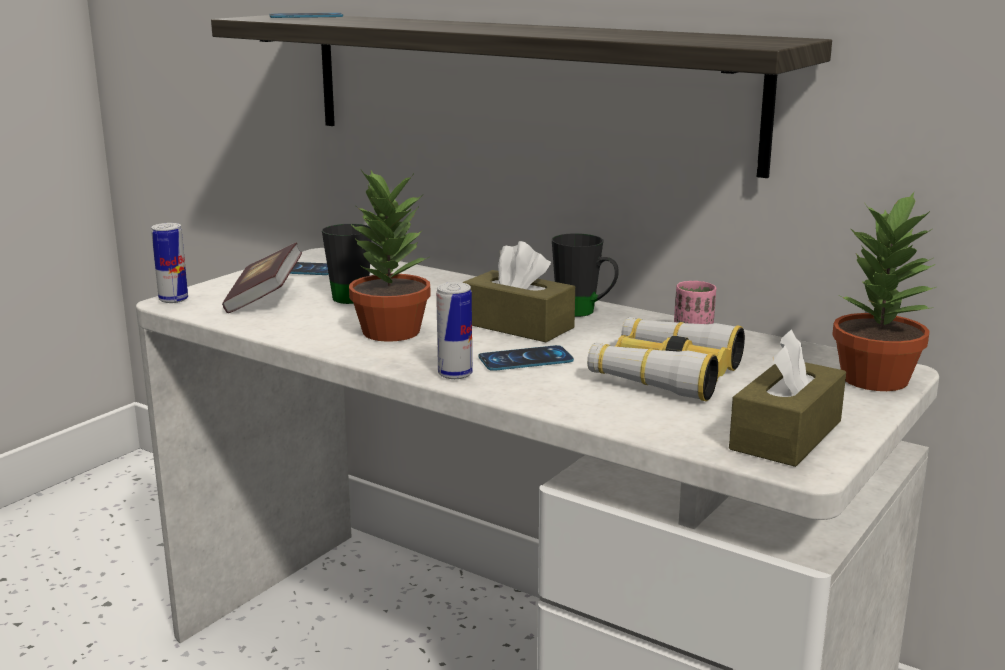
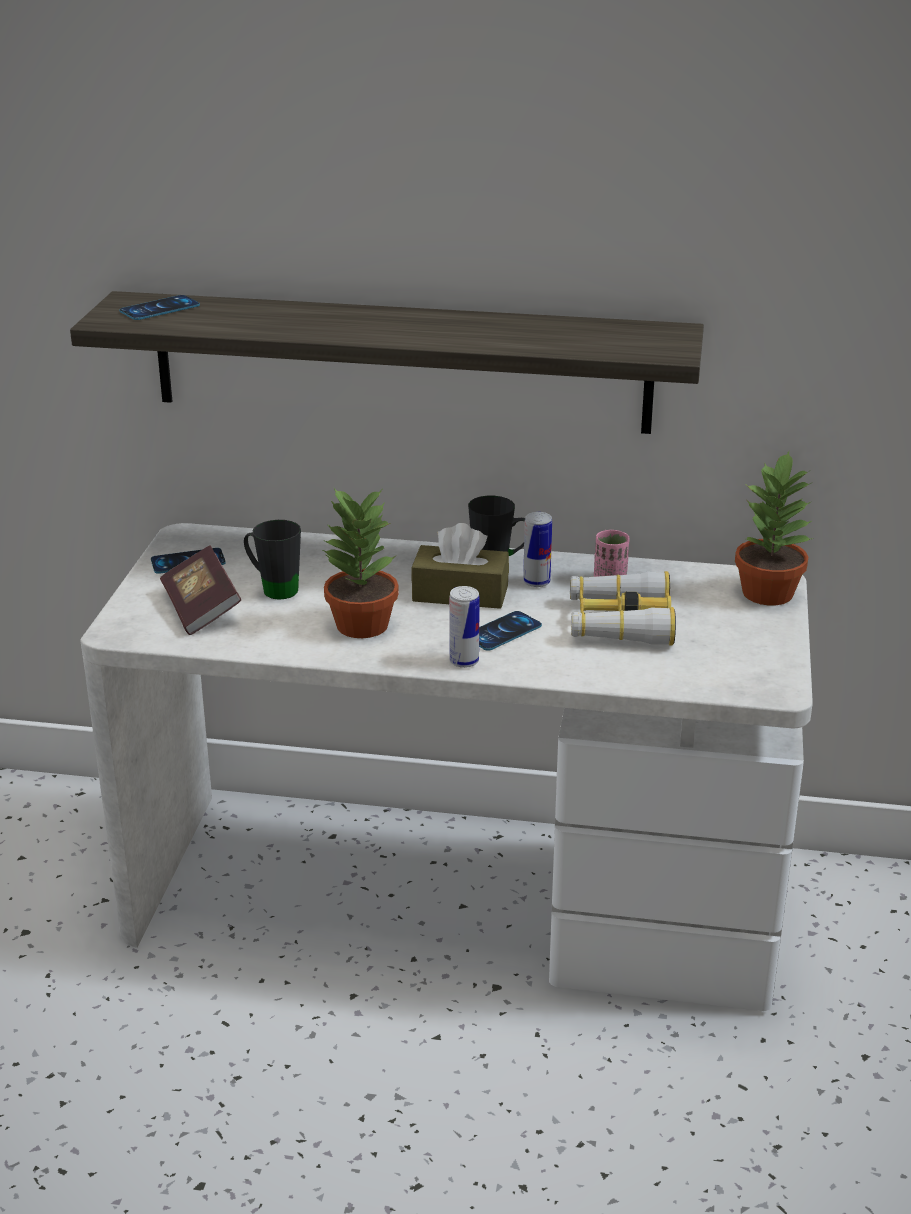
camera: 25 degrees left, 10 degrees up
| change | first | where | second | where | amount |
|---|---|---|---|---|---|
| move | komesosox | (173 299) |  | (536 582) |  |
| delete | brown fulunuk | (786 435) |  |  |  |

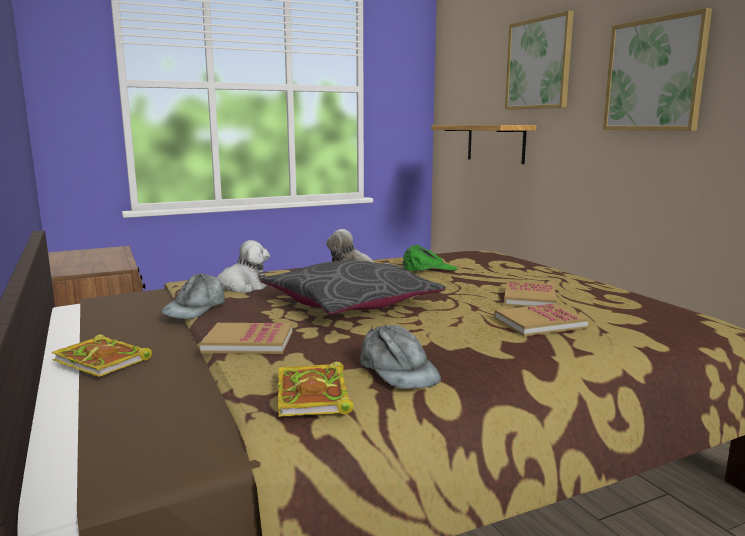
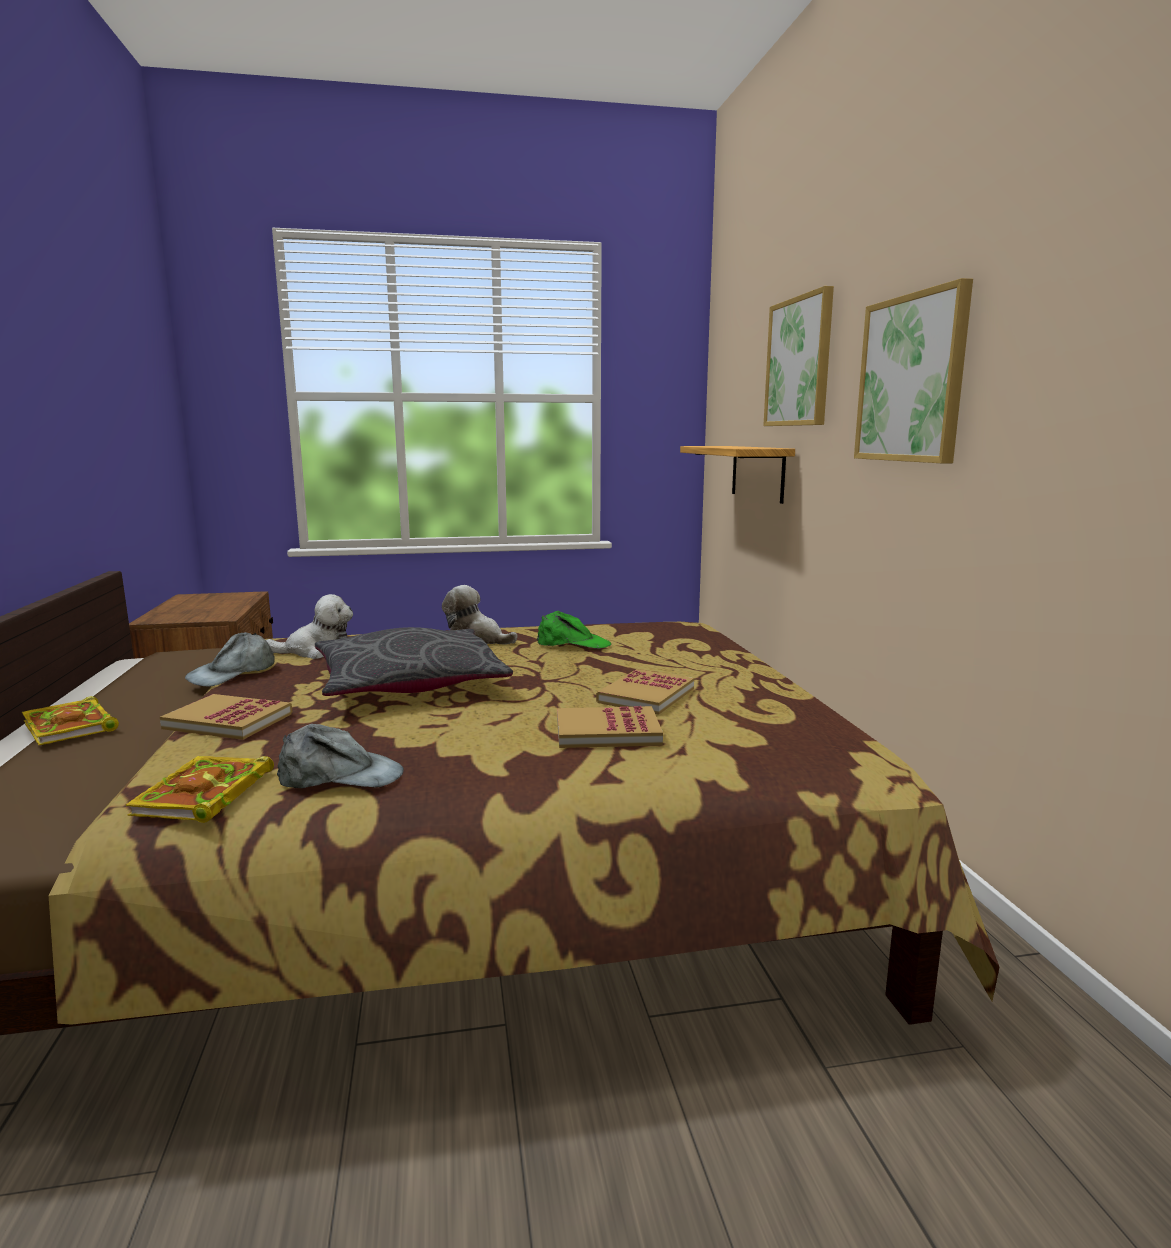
camera: 15 degrees right, 0 degrees up
| change | first | where | second | where | amount |
|---|---|---|---|---|---|
| rotate | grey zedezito | (398 370) |  | (341 776) | 75 degrees counterclockwise |

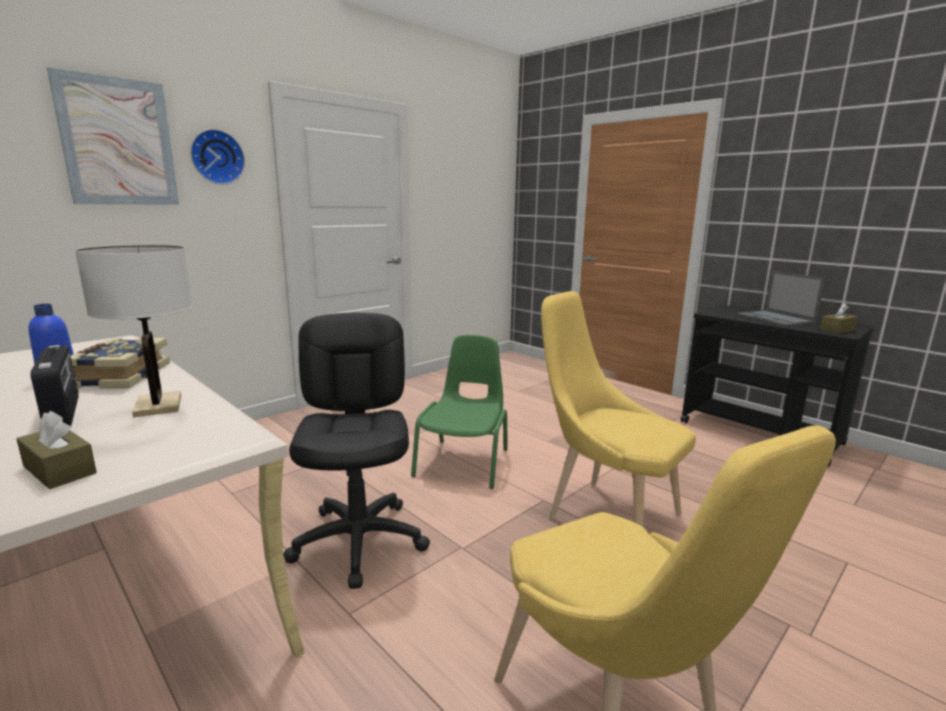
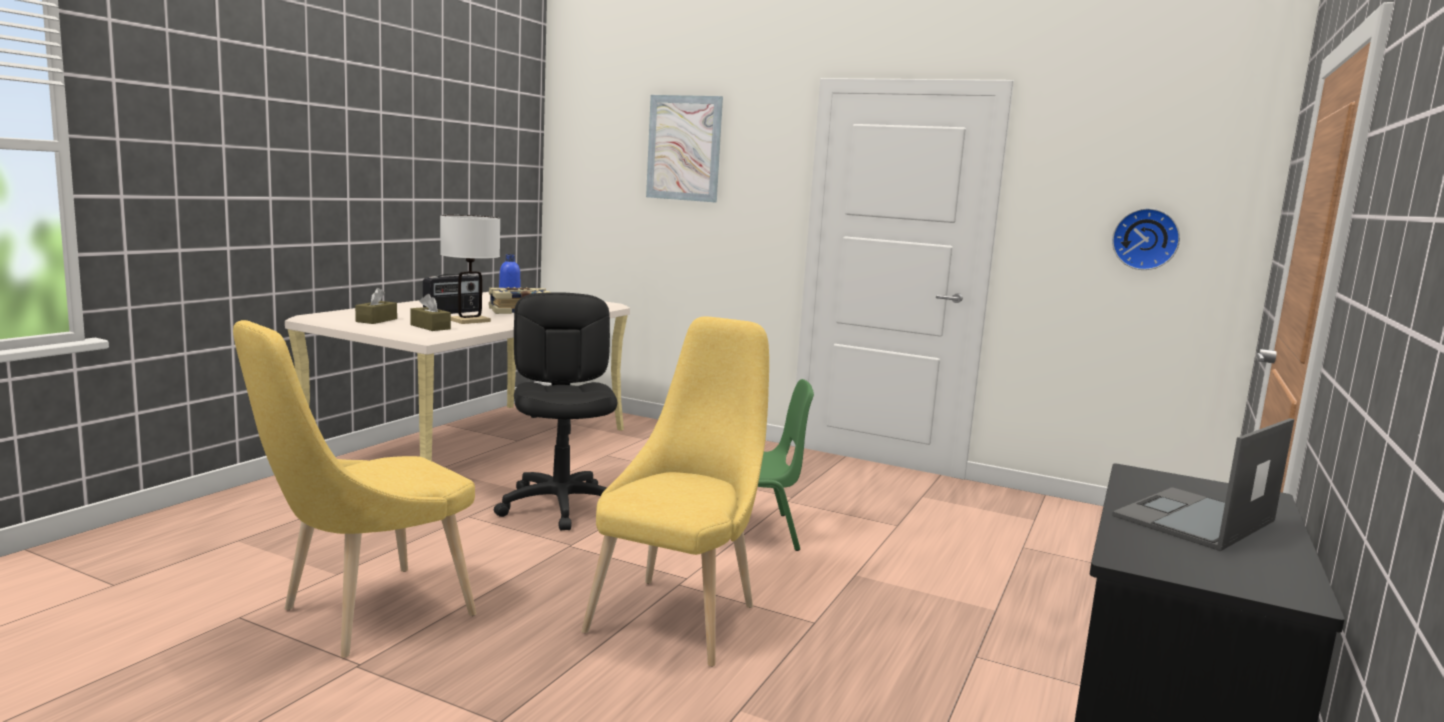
camera: 70 degrees right, 5 degrees down
| change | first | where | second | where | amount |
|---|---|---|---|---|---|
| move | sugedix | (216 157) |  | (1145 239) |  |
| move | brown fulunuk | (837 330) |  | (430 327) |  |
| rotate | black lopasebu | (359 541) |  | (561 506) | 75 degrees counterclockwise |

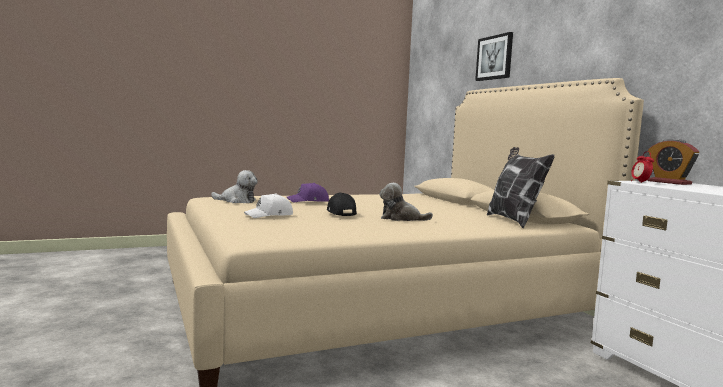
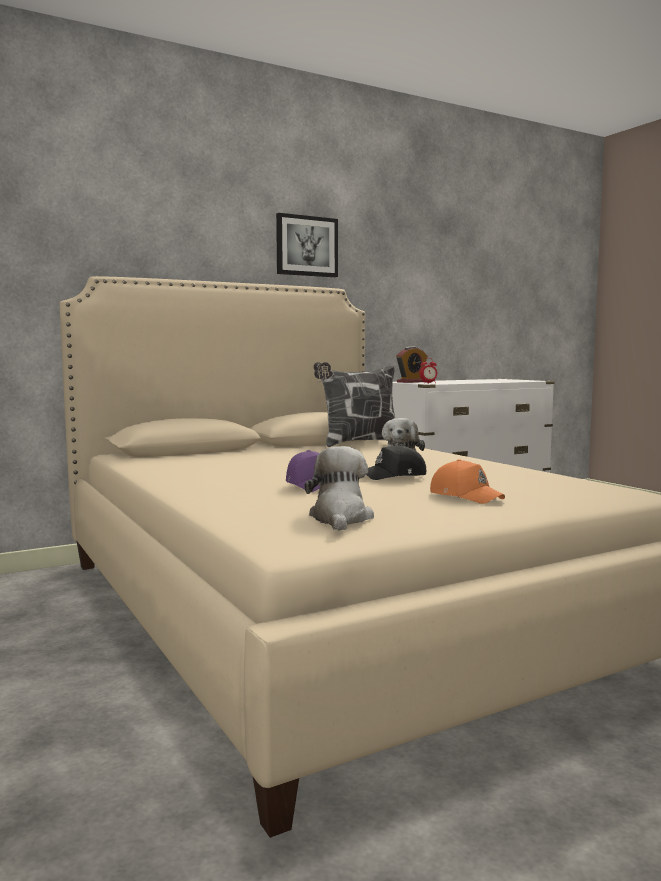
camera: 95 degrees left, 0 degrees up
| change | first | where | second | where | amount |
|---|---|---|---|---|---|
| move | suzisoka | (494 57) |  | (306 246) |  |
| recolor | white zedezito | (270 215) | orange zedezito | (465 496) |  |

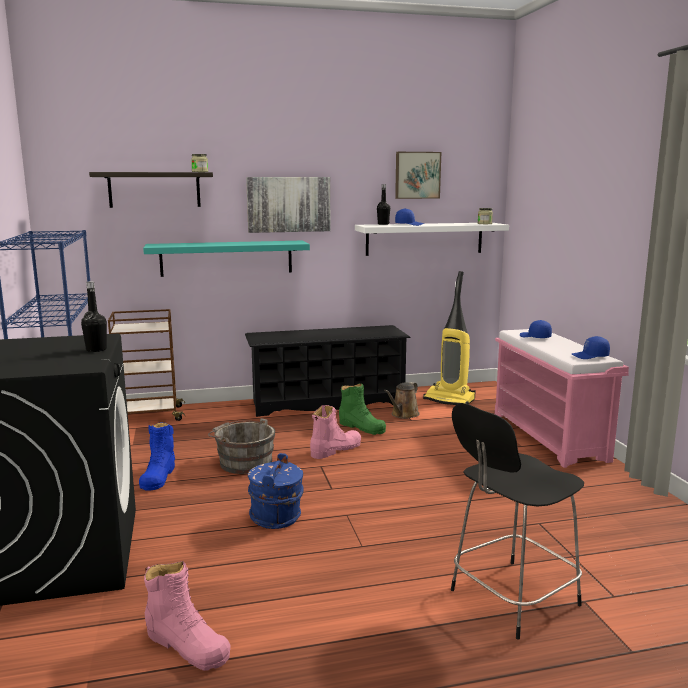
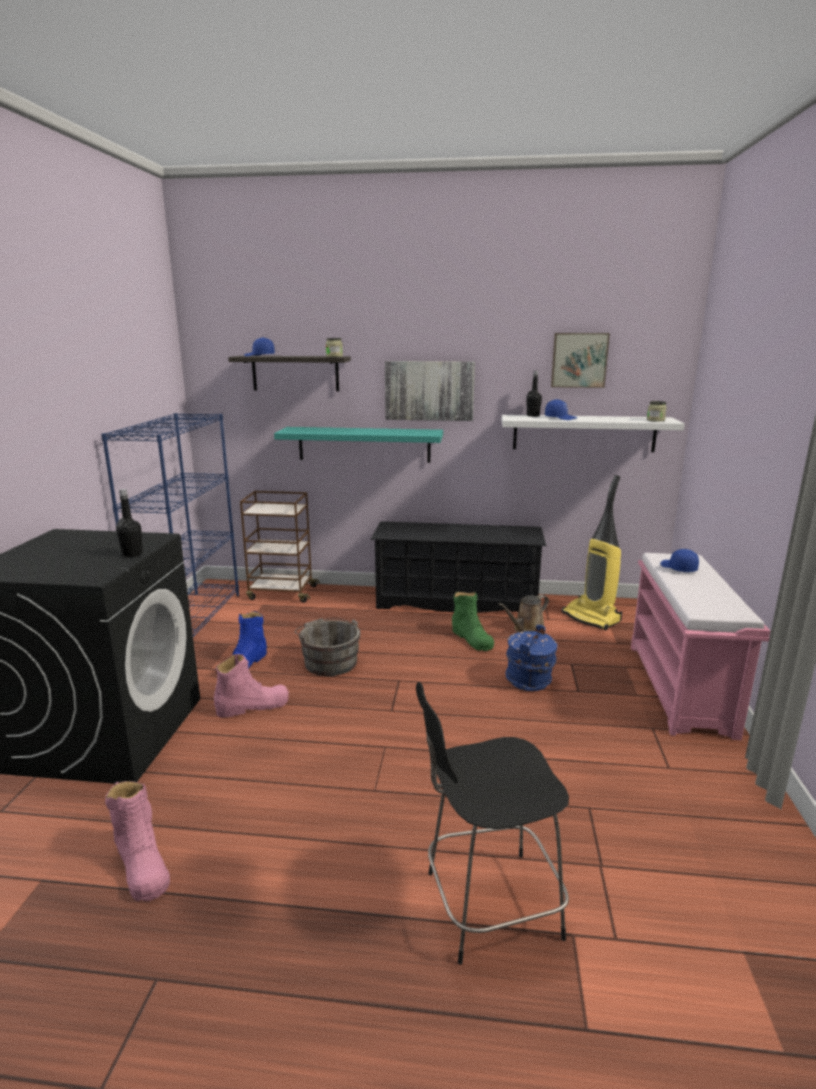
camera: 20 degrees right, 5 degrees up
| change | first | where | second | where | amount |
|---|---|---|---|---|---|
| move | blue zedezito | (590 356) |  | (259 356) |  |
| move | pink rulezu | (335 449) |  | (253 706) |  |
| move | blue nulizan | (276 518) |  | (529 681) |  |

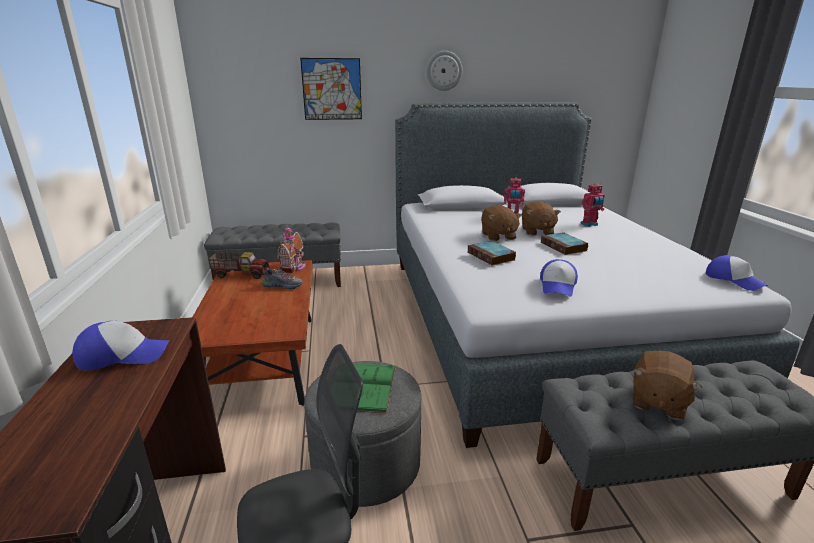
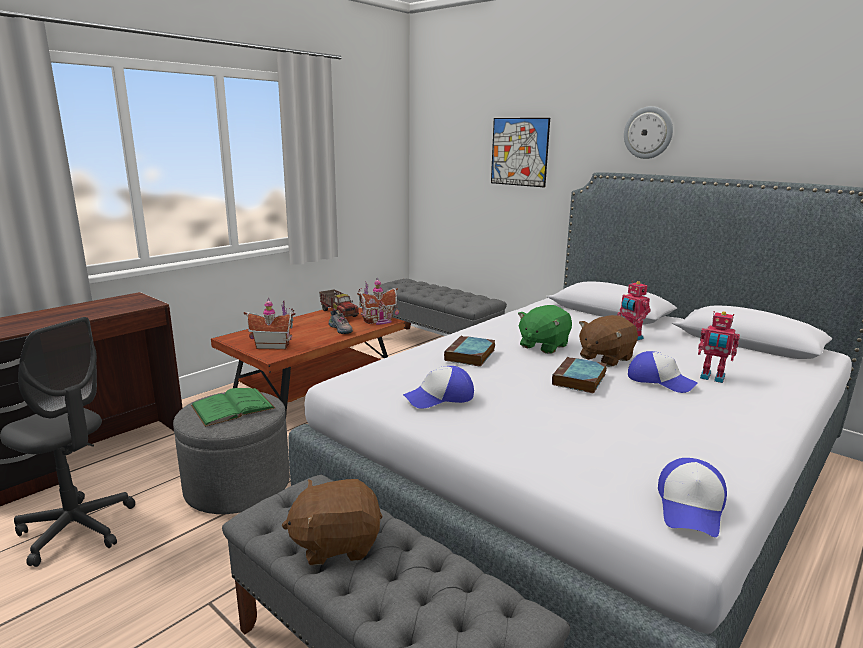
camera: 50 degrees right, 5 degrees down
| change | first | where | second | where | amount |
|---|---|---|---|---|---|
| recolor | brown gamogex | (498 236) | green gamogex | (543 346) |  |
| move | zedezito | (123 355) |  | (660 381) |  |
| insert |  |  | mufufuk | (272 345) |  |

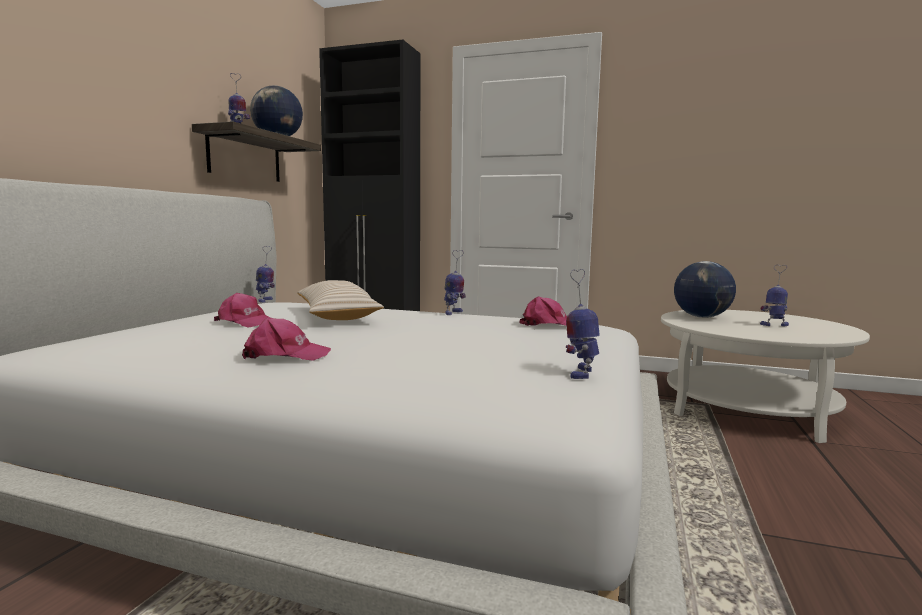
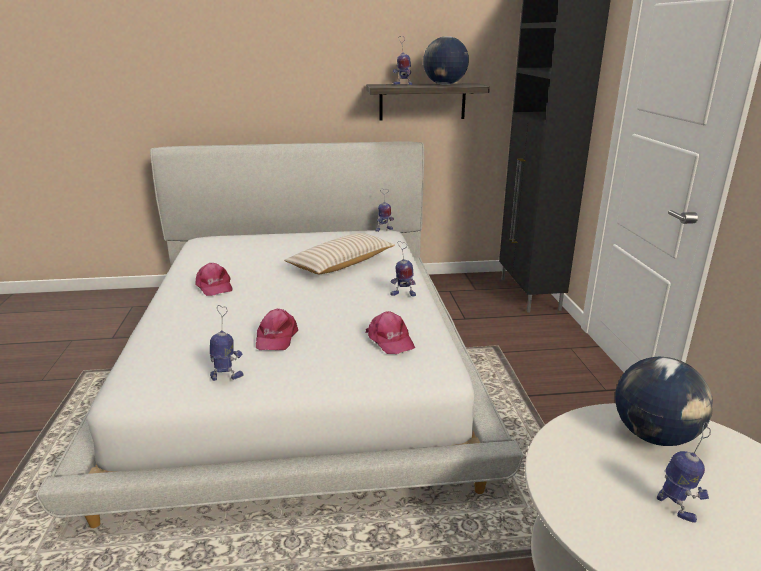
camera: 65 degrees right, 15 degrees up
| change | first | where | second | where | amount |
|---|---|---|---|---|---|
| move | pink zedezito | (246 322) |  | (276 337) |  |

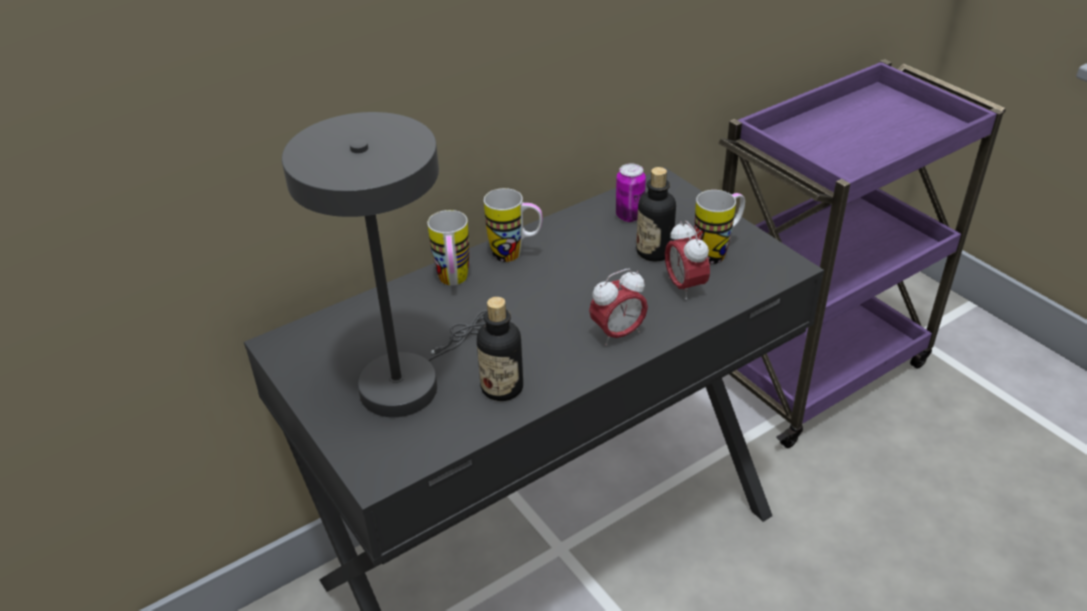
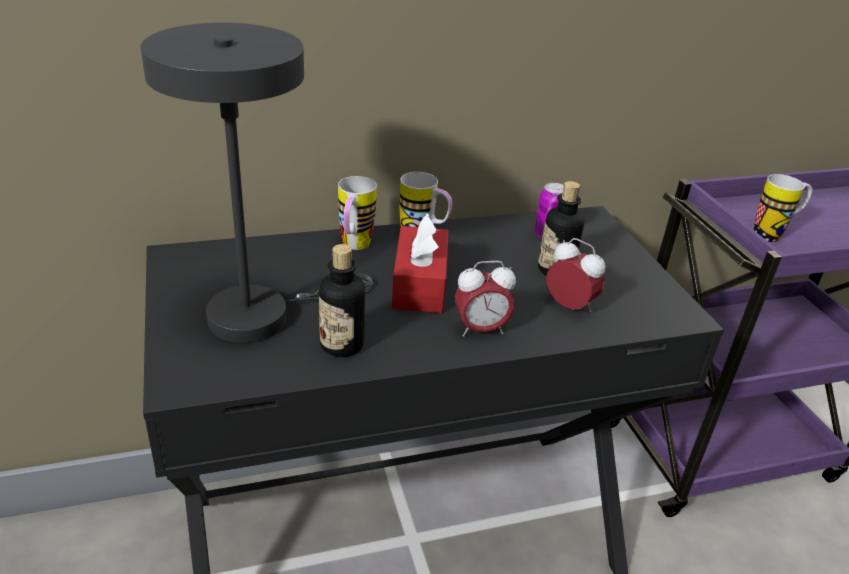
camera: 15 degrees right, 5 degrees down
| change | first | where | second | where | amount |
|---|---|---|---|---|---|
| move | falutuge | (717 252) |  | (773 235) |  |
| rotate | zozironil | (684 287) |  | (569 307) | 135 degrees clockwise |
| insert |  |  | red fulunuk | (419 284) |  |

